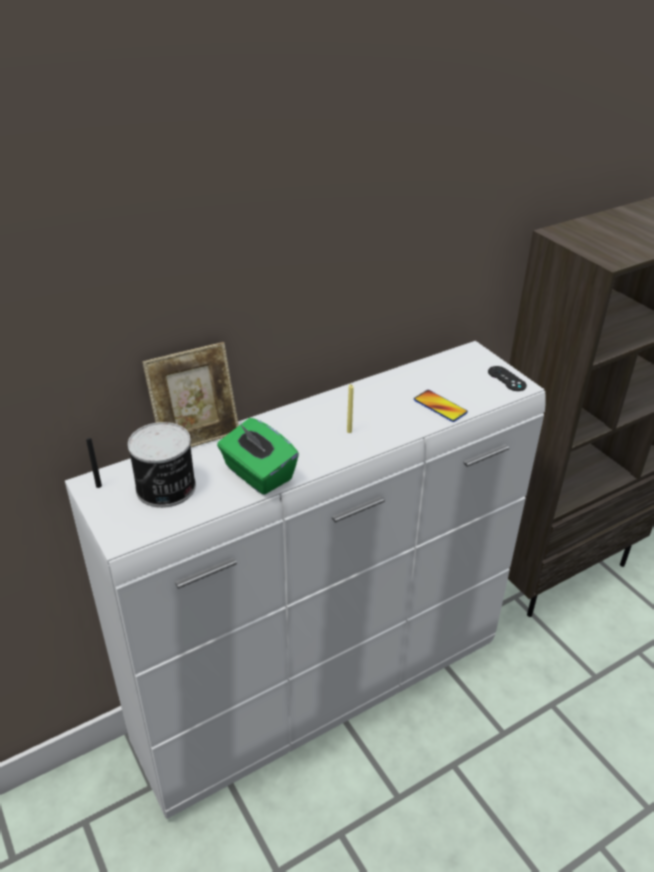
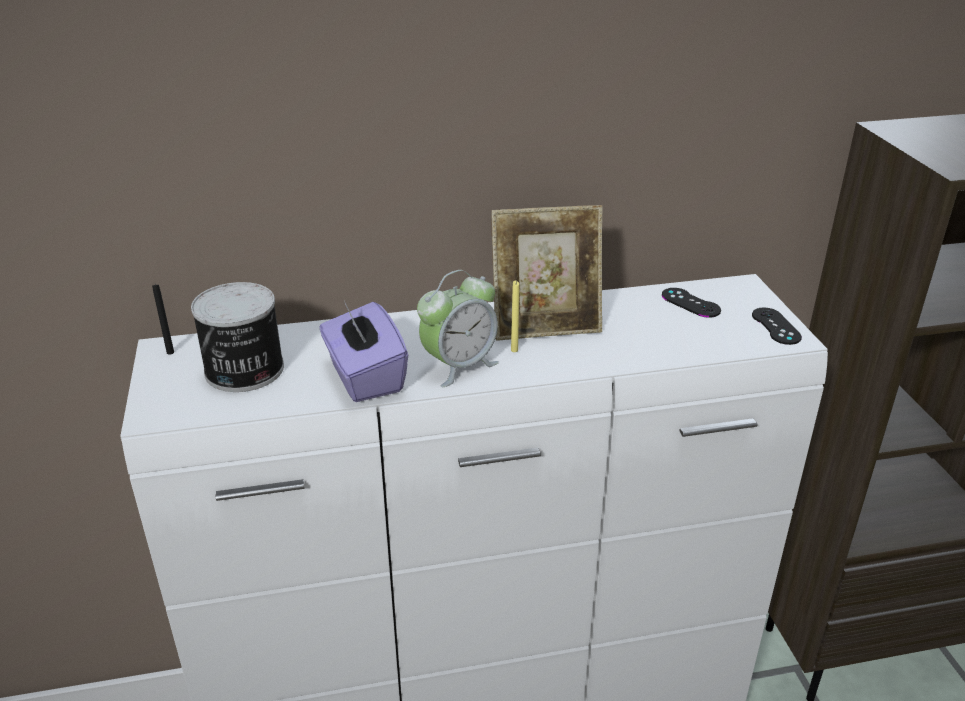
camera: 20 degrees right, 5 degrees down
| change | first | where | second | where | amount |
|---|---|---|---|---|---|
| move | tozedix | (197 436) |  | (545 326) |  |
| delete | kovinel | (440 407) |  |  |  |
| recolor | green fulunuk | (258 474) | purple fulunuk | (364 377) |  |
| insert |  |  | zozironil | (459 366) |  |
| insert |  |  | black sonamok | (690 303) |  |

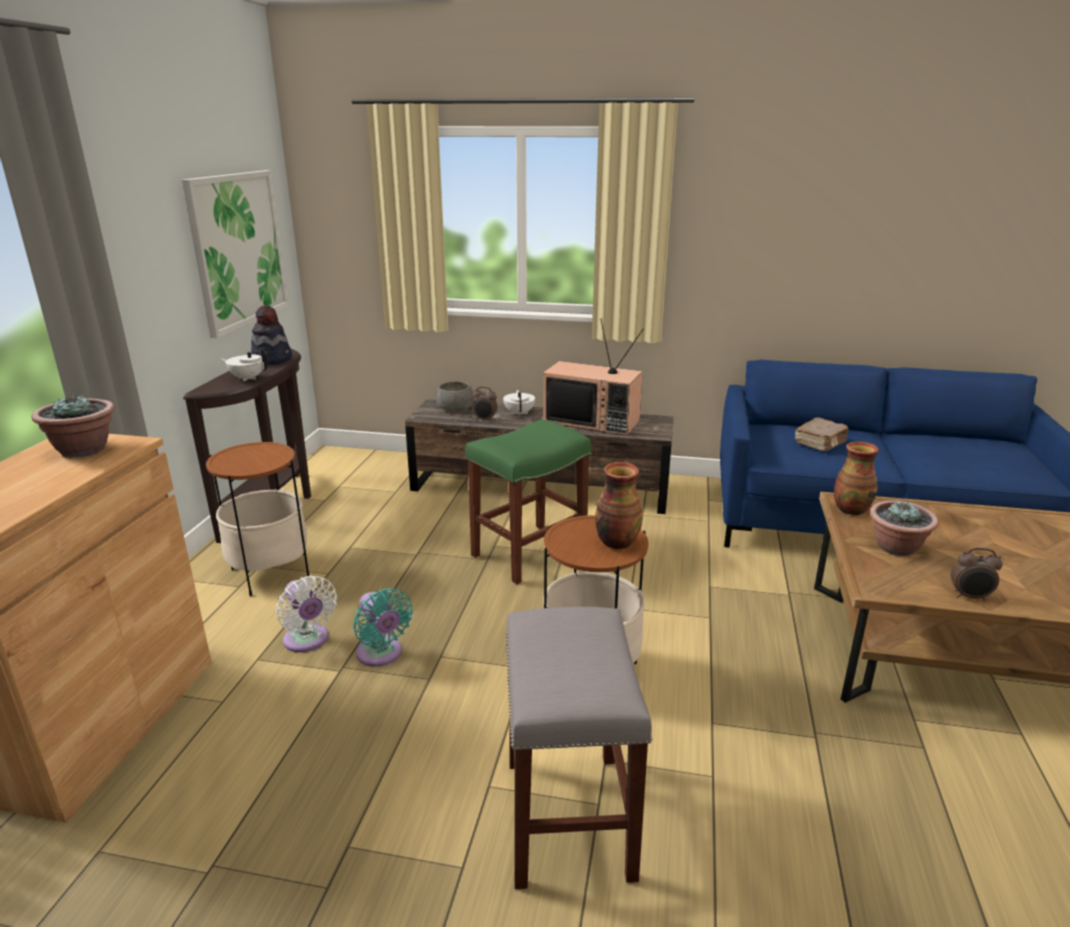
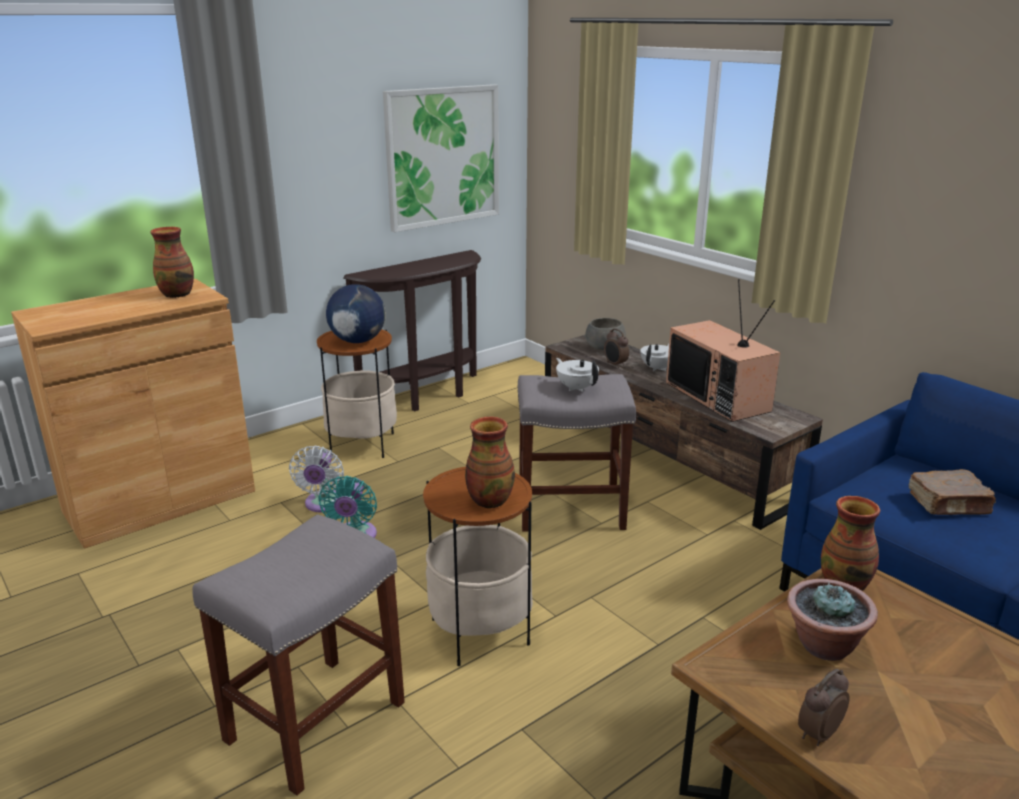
camera: 40 degrees right, 0 degrees up
| change | first | where | second | where | amount |
|---|---|---|---|---|---|
| delete | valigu | (272 359) |  |  |  |
| move | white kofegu | (247 378) |  | (576 388) |  |
| replace | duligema | (84 450) | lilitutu | (177 294) |  |
| recolor | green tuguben | (529 552) | grey tuguben | (572 509) |  |
| rotate | zozironil | (969 597) |  | (817 734) | 90 degrees clockwise |
| insert |  |  | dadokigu | (357 341) |  |

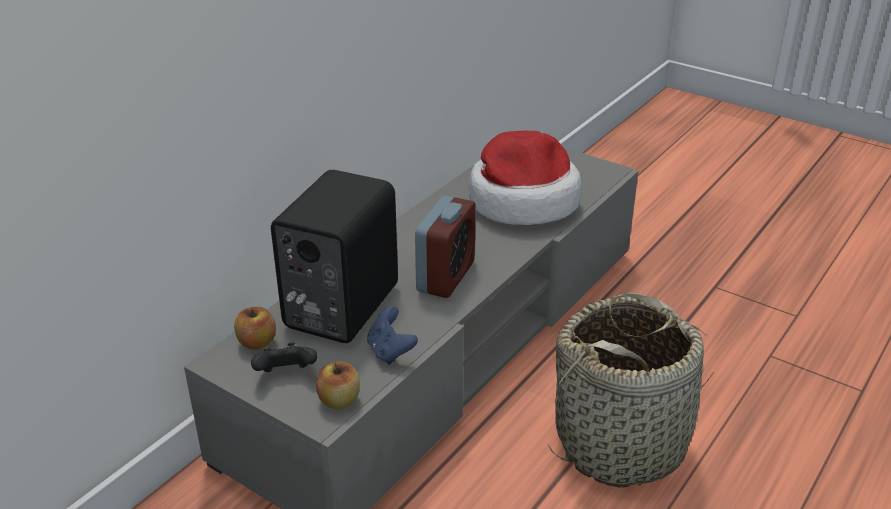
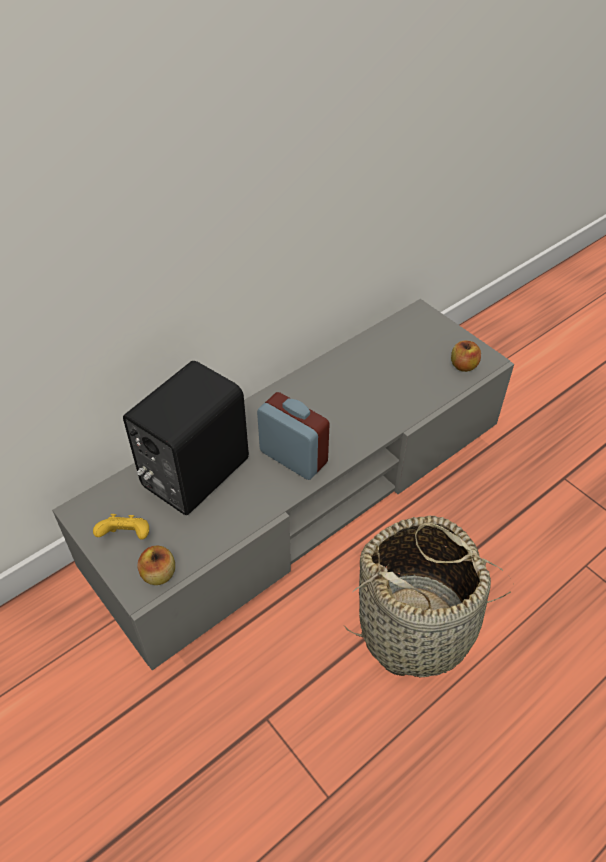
camera: 15 degrees right, 15 degrees up
| change | first | where | second | where | amount |
|---|---|---|---|---|---|
| delete | valigu | (521 201) |  |  |  |
| rotate | zozironil | (445 276) |  | (293 457) | 90 degrees counterclockwise |
| move | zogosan | (257 342) |  | (463 366) |  |
| delete | blue sonamok | (390 351) |  |  |  |
| recolor | black sonamok | (286 374) | yellow sonamok | (127 536) |  |

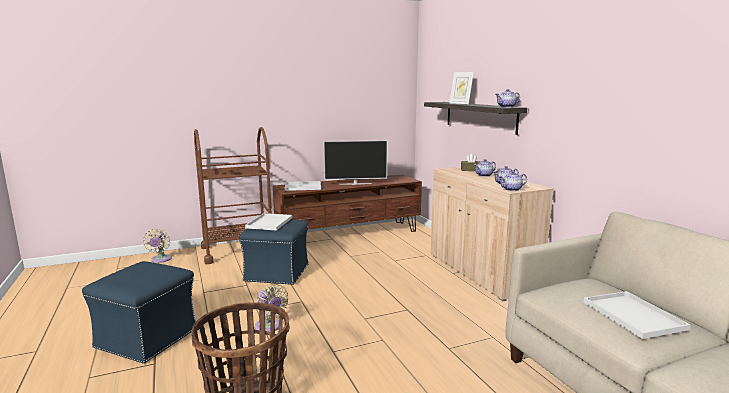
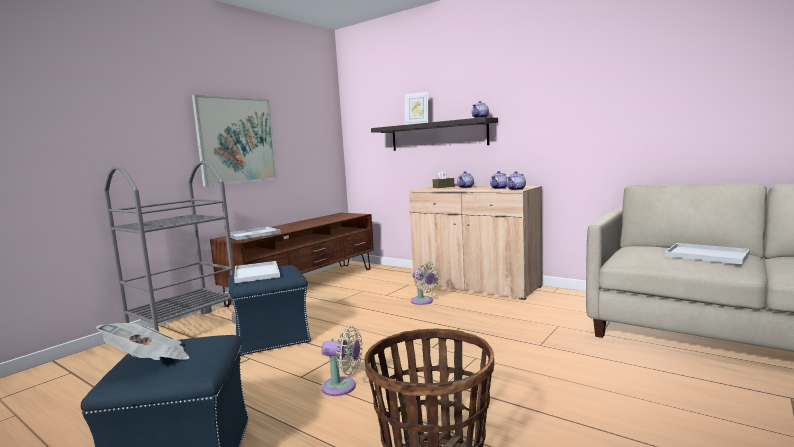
camera: 30 degrees left, 5 degrees down
| change | first | where | second | where | amount |
|---|---|---|---|---|---|
| recolor | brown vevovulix | (238 251) | grey vevovulix | (185 330) |  |
| delete | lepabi | (355 183) |  |  |  |
| move | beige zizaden | (160 260) |  | (423 301) |  |
| insert |  |  | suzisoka | (236 140) |  |
| insert |  |  | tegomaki | (149 361) |  |

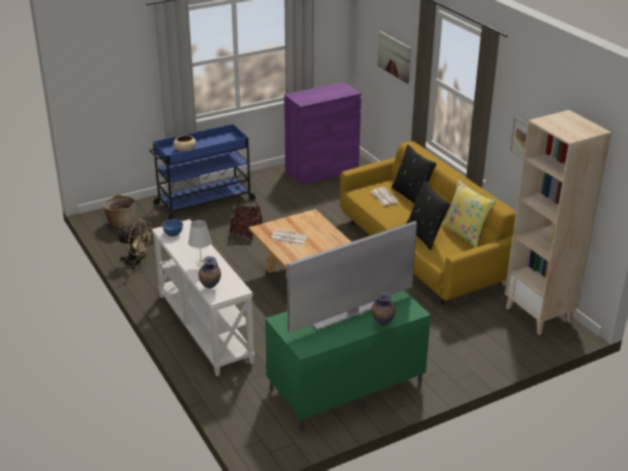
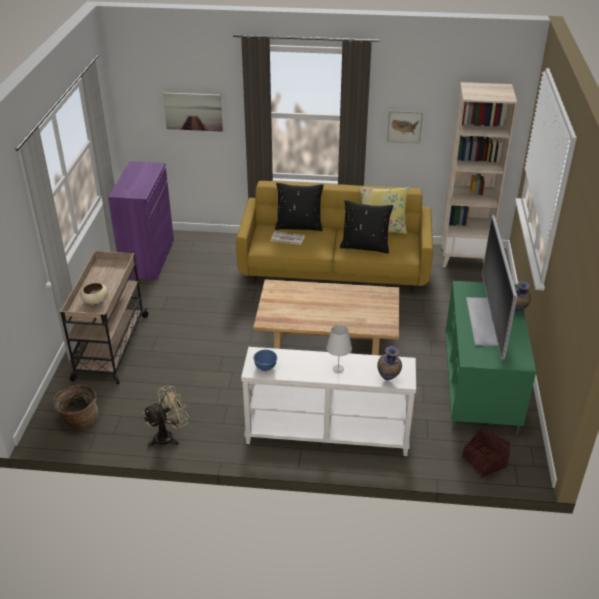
camera: 55 degrees left, 5 degrees up
| change | first | where | second | where | amount |
|---|---|---|---|---|---|
| recolor | blue vevovulix | (203 202) | beige vevovulix | (110 348) |  |
| move | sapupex | (246 231) |  | (484 463) |  |
| delete | tegomaki | (288 238) |  |  |  |

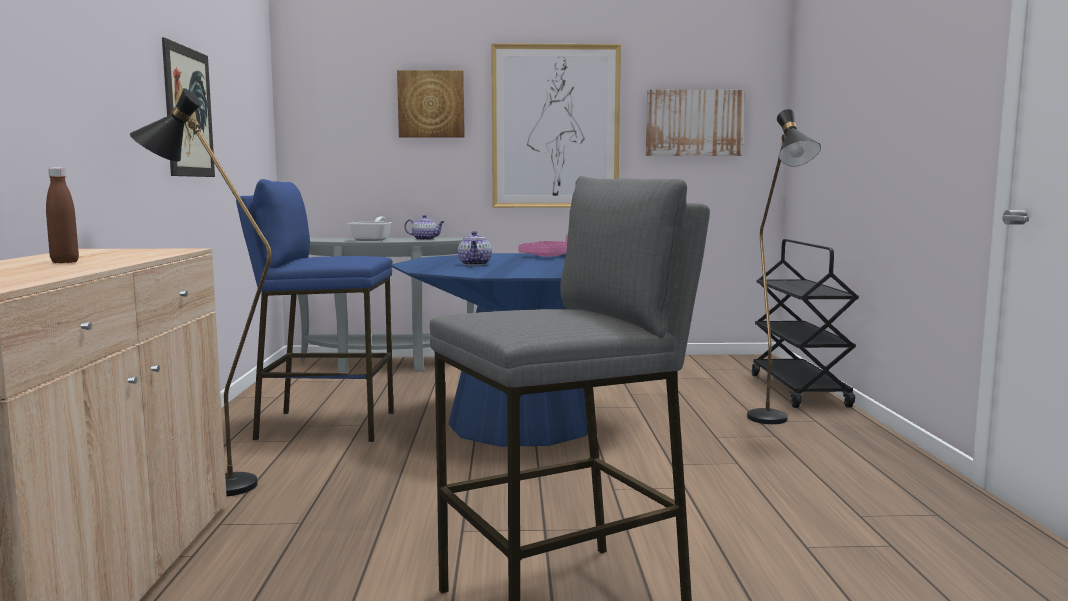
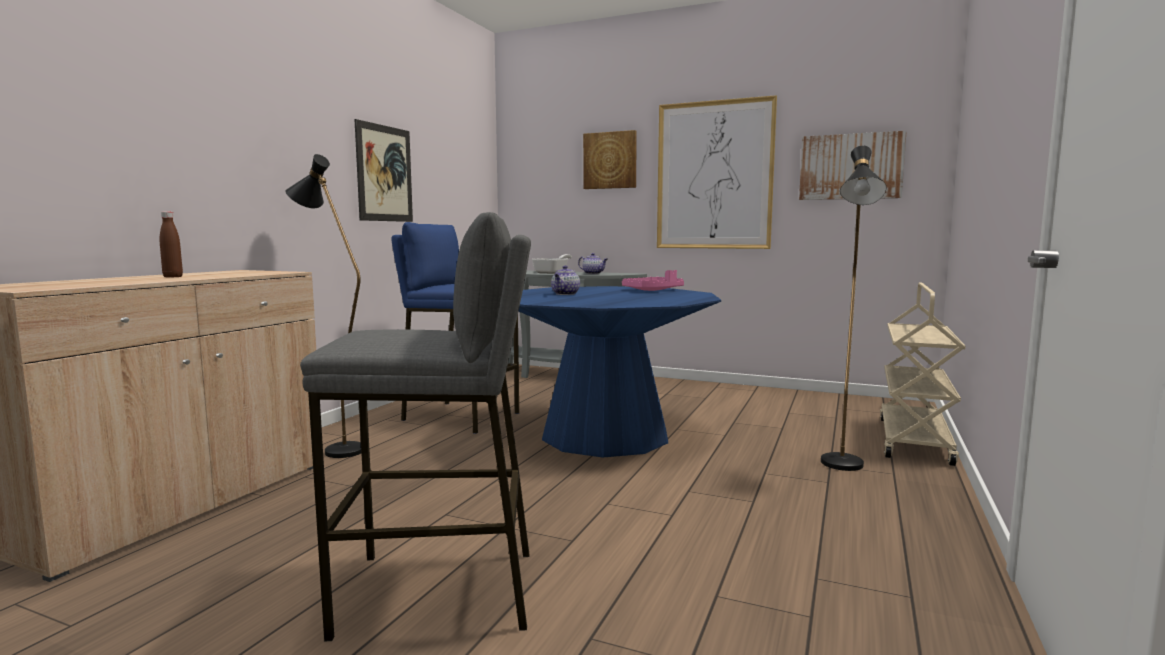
camera: 25 degrees right, 0 degrees up
| change | first | where | second | where | amount |
|---|---|---|---|---|---|
| recolor | black vevovulix | (799 391) | beige vevovulix | (915 441) |  |

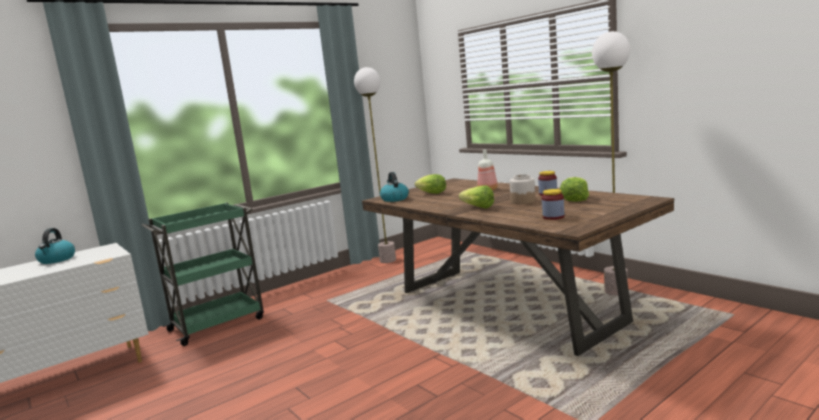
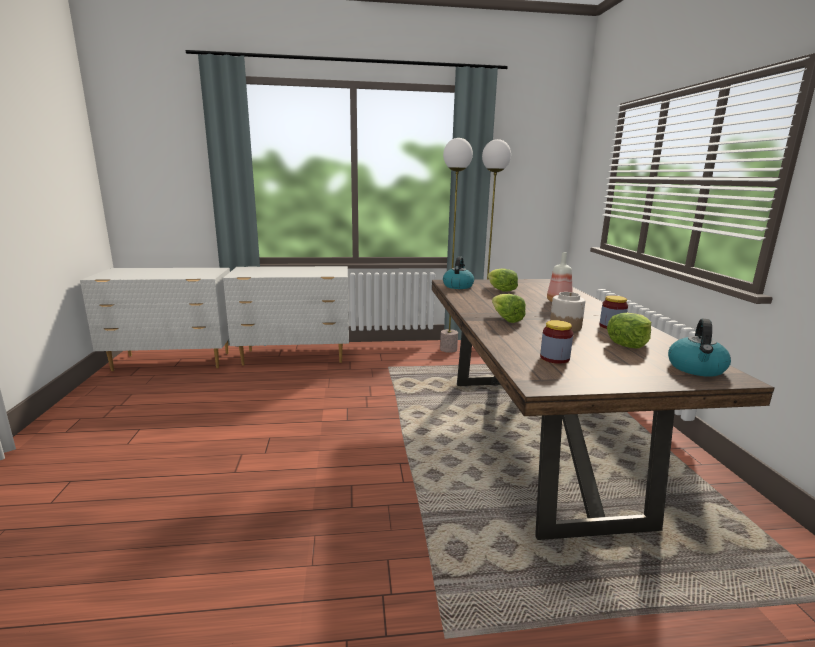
camera: 30 degrees right, 5 degrees up
| change | first | where | second | where | amount |
|---|---|---|---|---|---|
| move | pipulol | (615 291) |  | (448 349) |  |
| replace | green vevovulix | (218 323) | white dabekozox | (295 357) |  |
| move | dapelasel | (57 260) |  | (696 368) |  |

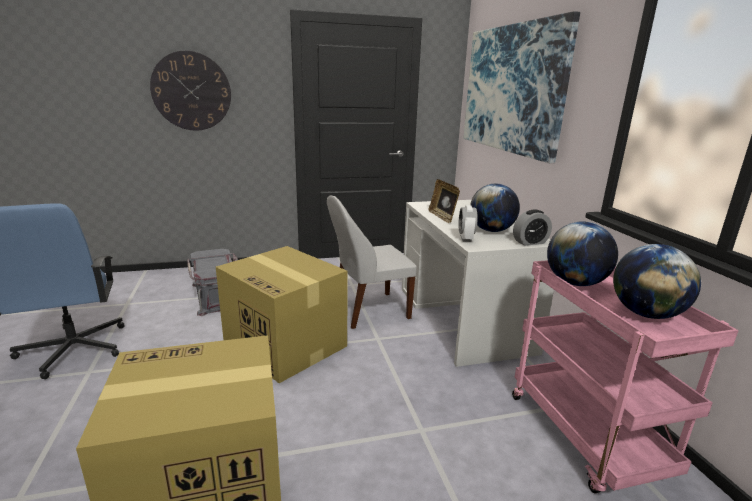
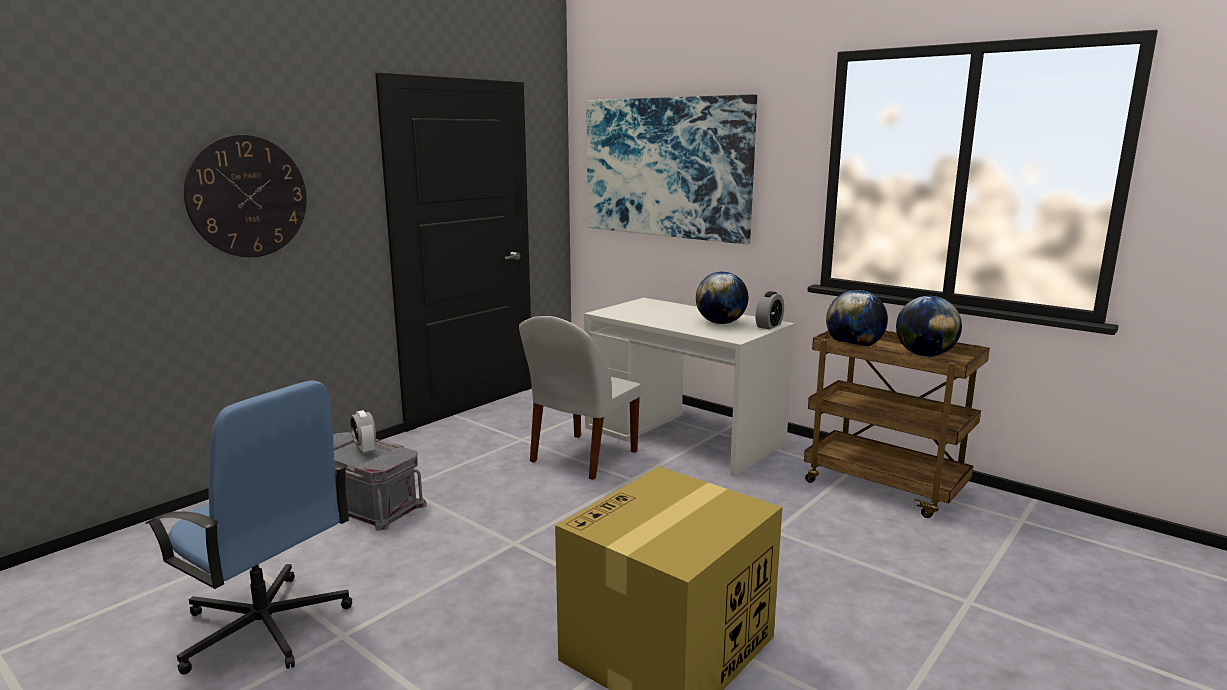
camera: 35 degrees left, 5 degrees down
| change | first | where | second | where | amount |
|---|---|---|---|---|---|
| delete | tozedix | (442 217) |  |  |  |
| move | zozironil | (465 238) |  | (365 449) |  |
| delete | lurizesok | (286 344) |  |  |  |
| recolor | pink vevovulix | (587 437) | brown vevovulix | (885 487) |  |

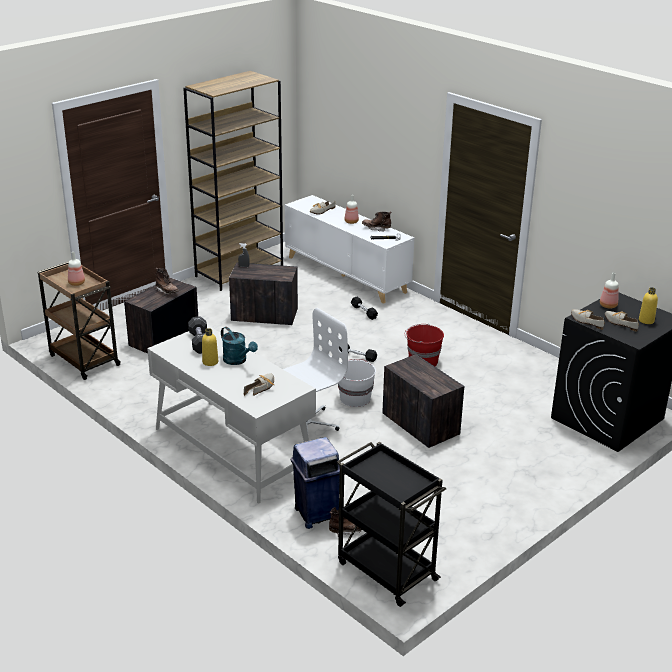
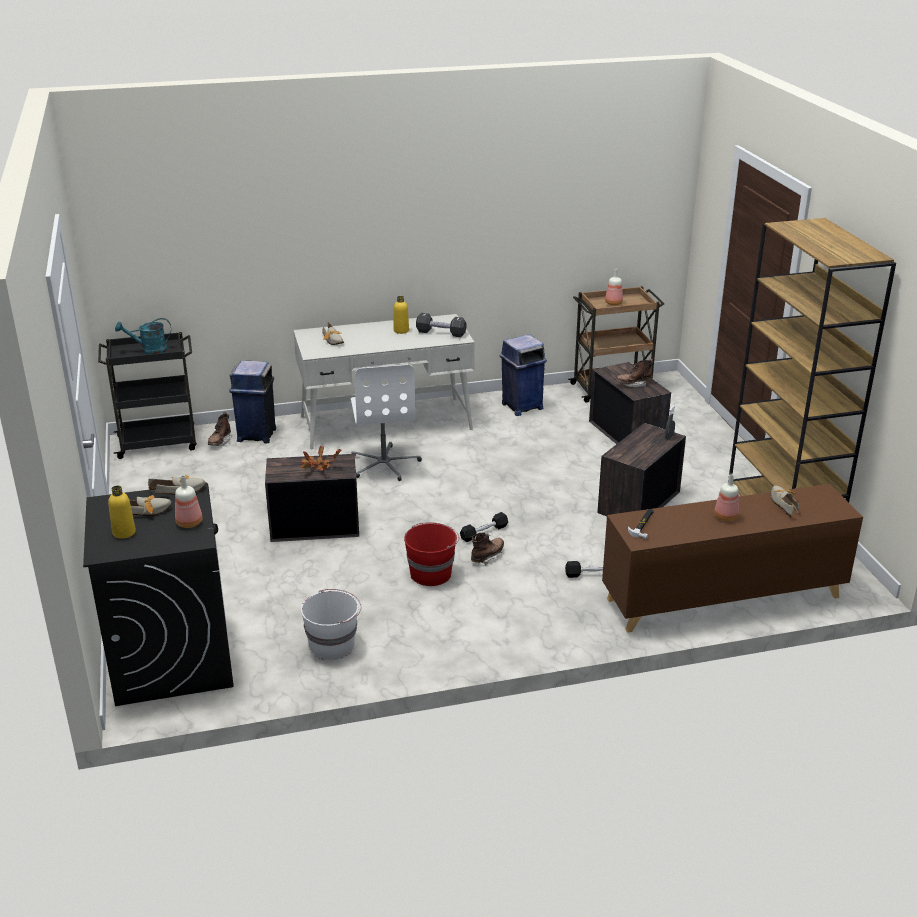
camera: 120 degrees right, 0 degrees up
| change | first | where | second | where | amount |
|---|---|---|---|---|---|
| recolor | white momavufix | (346 274) | brown momavufix | (722 598) |  |
| move | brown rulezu | (376 229) |  | (487 557) |  |
| move | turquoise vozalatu | (238 361) |  | (149 350) |  |
| move | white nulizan | (354 398) |  | (333 645) |  |
| insert |  |  | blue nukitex | (521 406) |  |
| insert |  |  | duligema | (317 467) |  |

